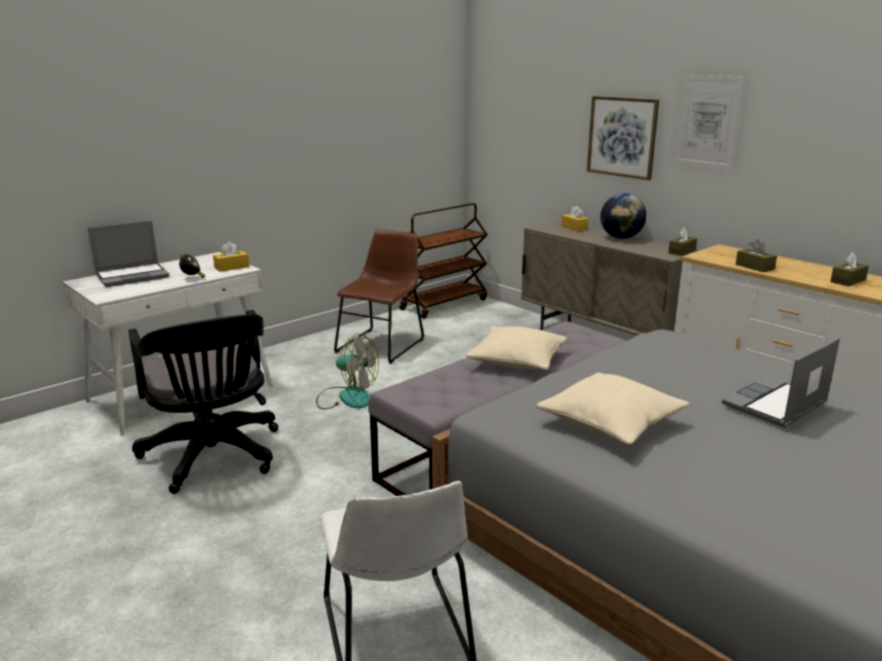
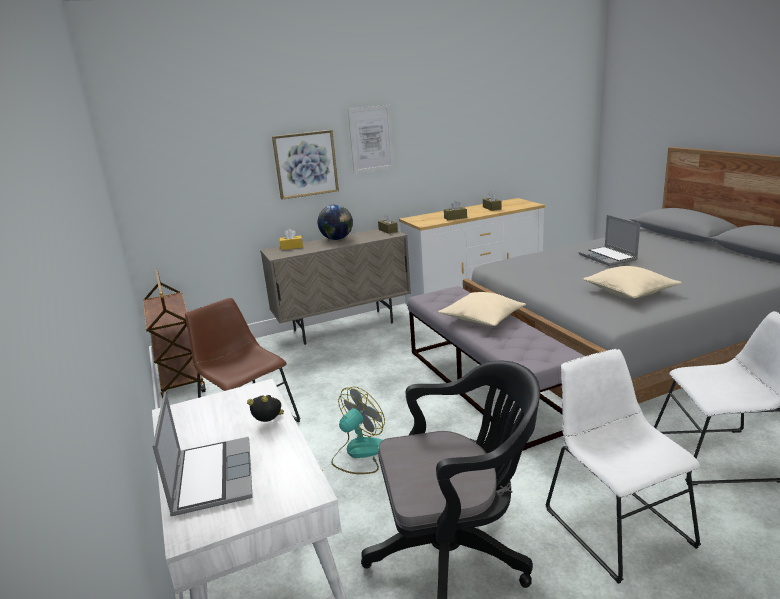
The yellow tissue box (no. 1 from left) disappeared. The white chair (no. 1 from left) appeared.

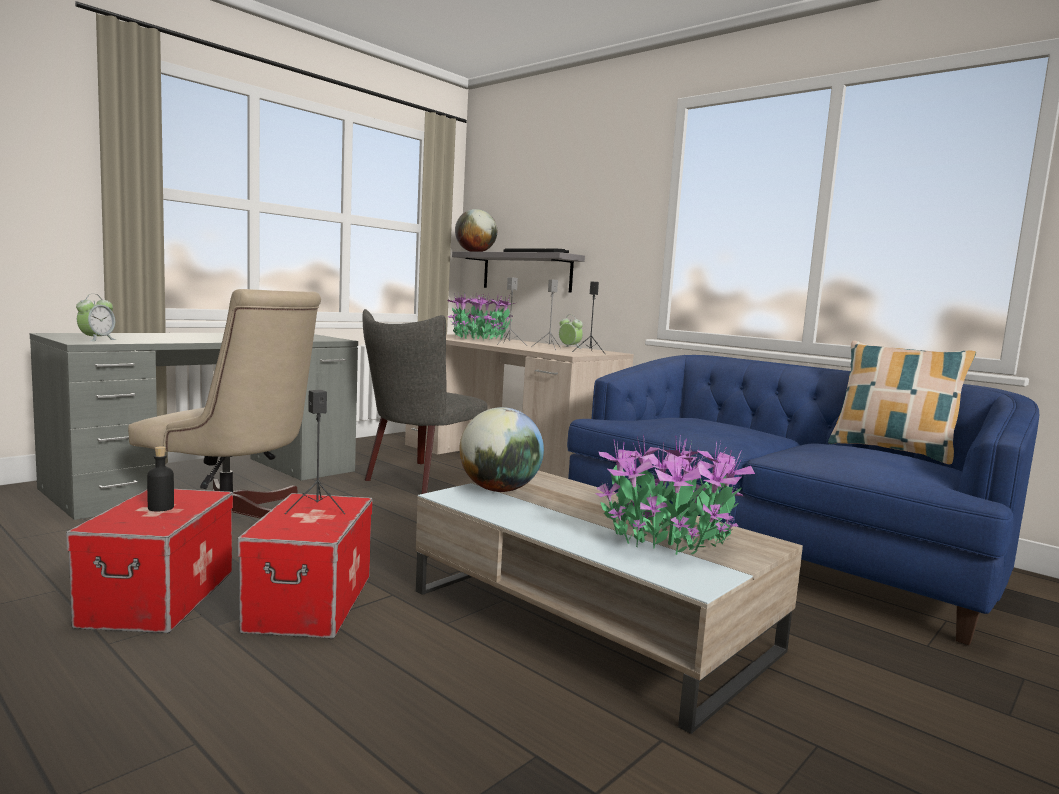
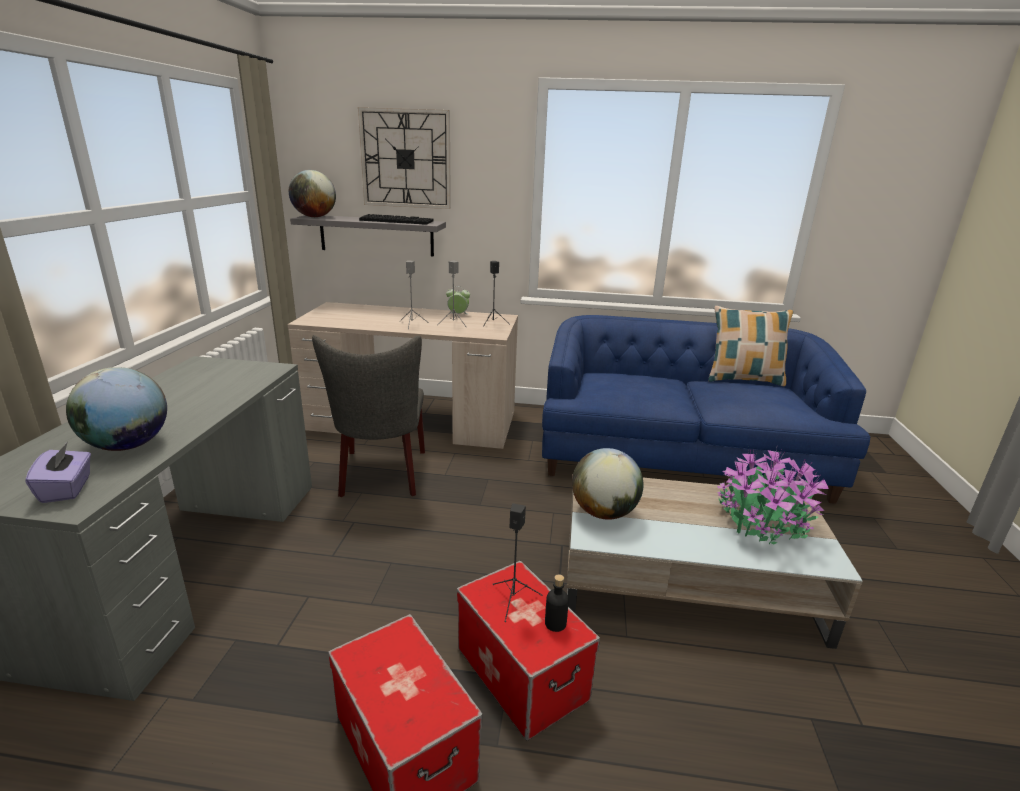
The beige office chair disappeared. The potted plant (no. 1 from left) disappeared. The globe (no. 1 from left) appeared. The wall clock appeared. The black bottle moved. The alarm clock (no. 1 from left) was replaced by the purple tissue box.

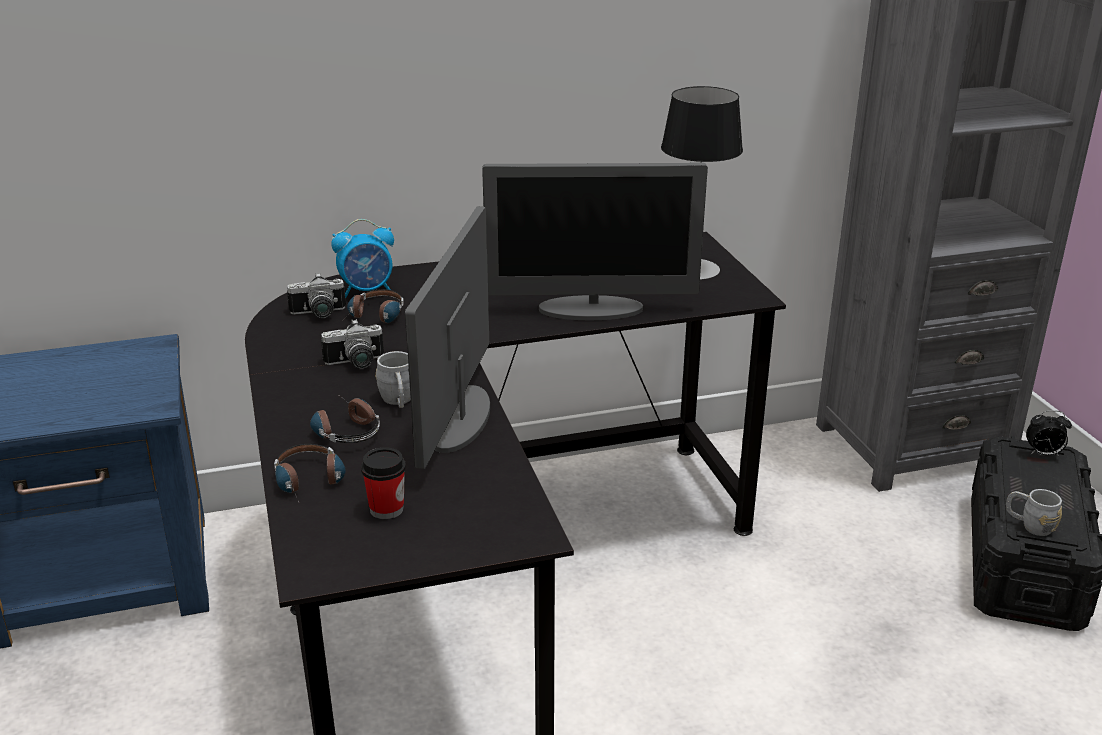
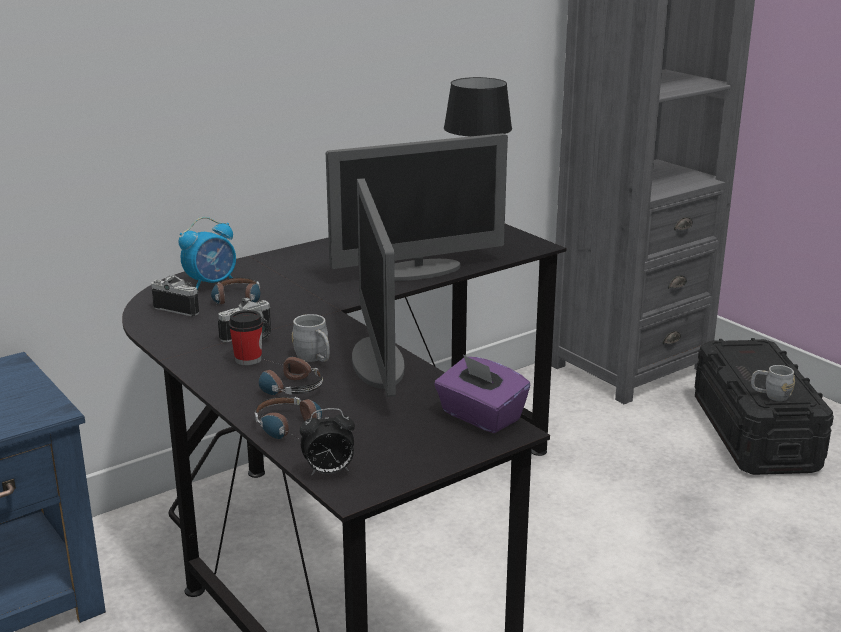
The purple tissue box appeared. The cup moved. The alarm clock (no. 2 from left) moved. The photo camera (no. 1 from left) turned 120 degrees counterclockwise.

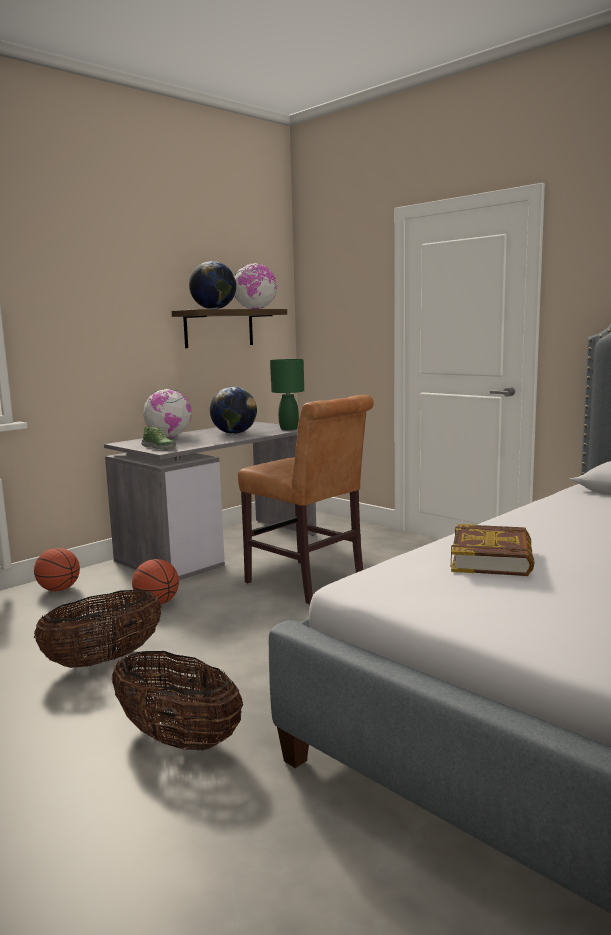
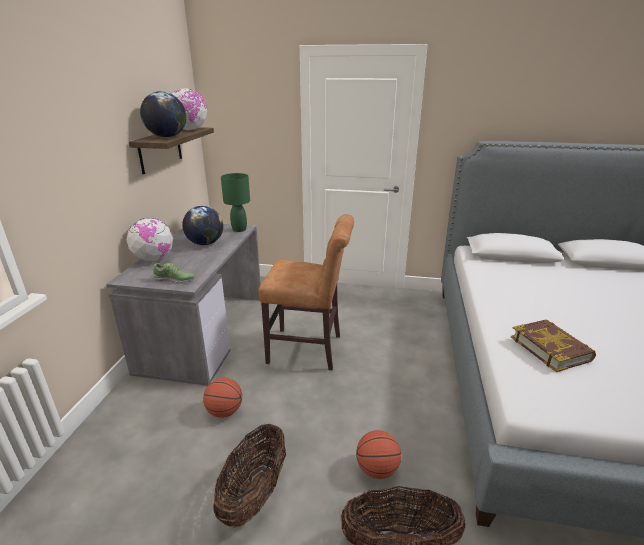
The basketball (no. 1 from left in the first image) moved.

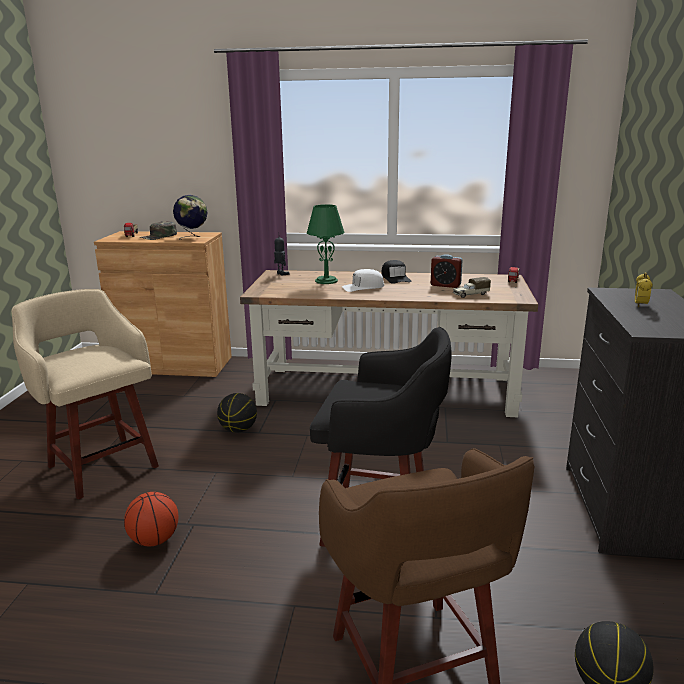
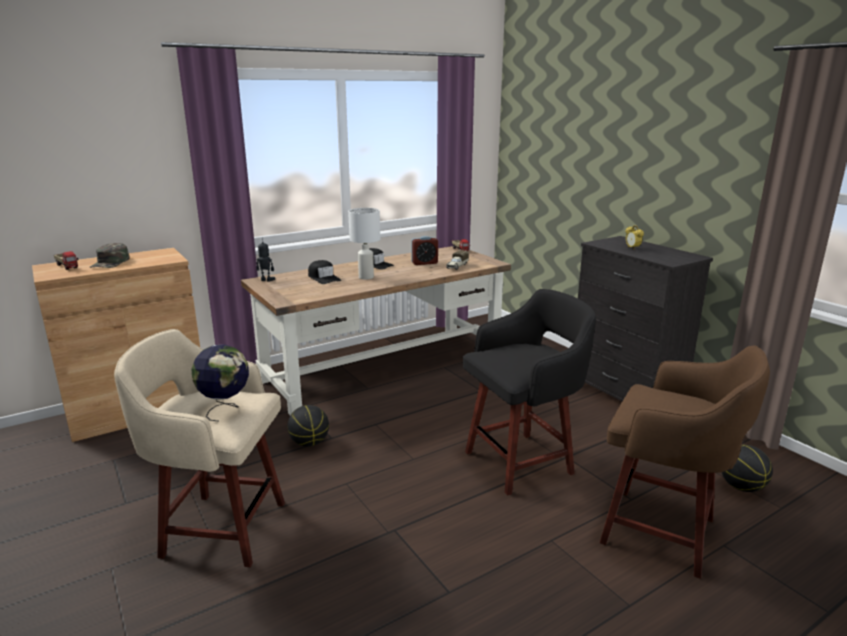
The basketball (no. 1 from left) disappeared. The globe moved. The green table lamp was replaced by the black cap (no. 1 from left). The white cap was replaced by the white table lamp.

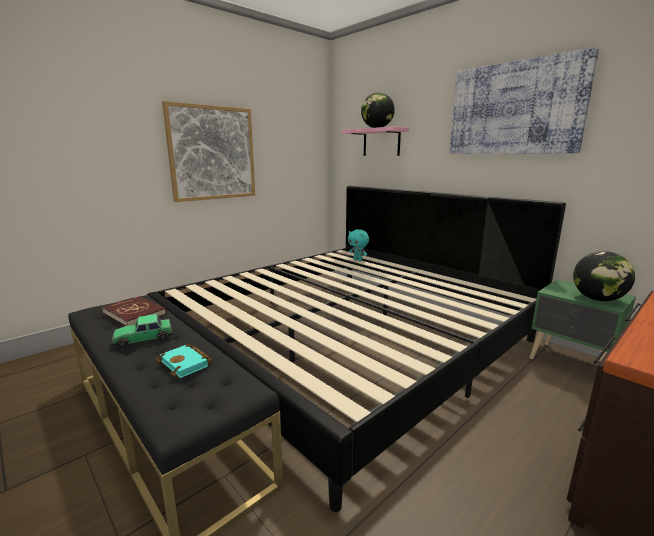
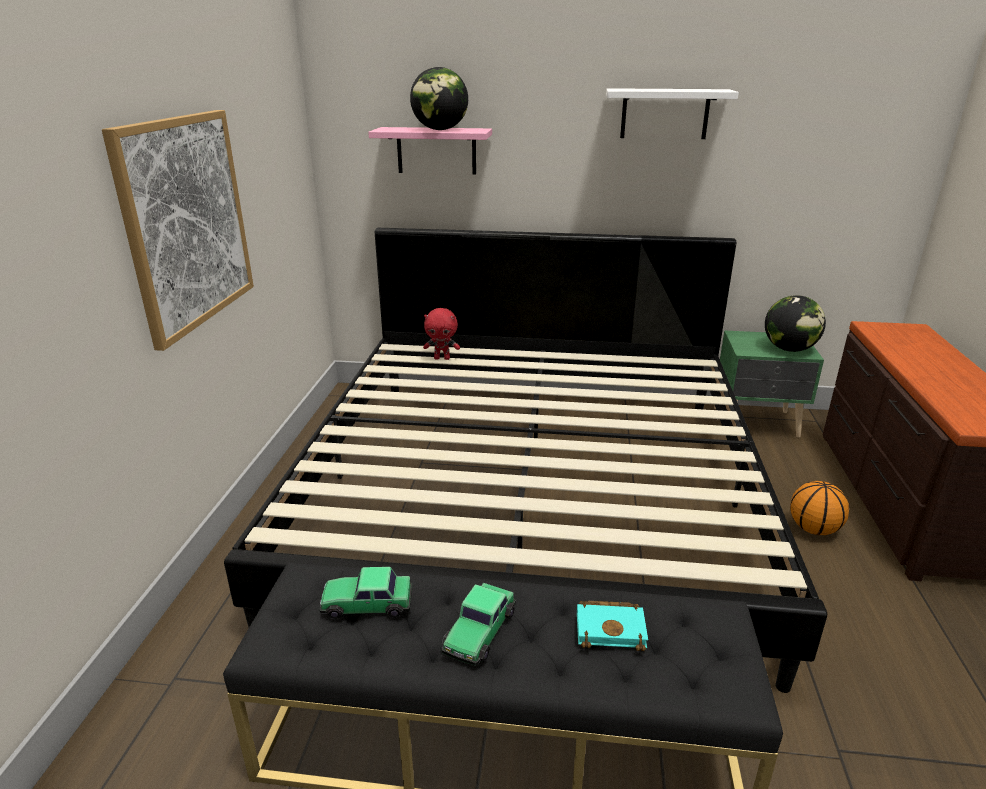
The basketball appeared. The red book was replaced by the toy car (no. 1 from left). The picture (no. 2 from left) was replaced by the white shelf. The turquoise plush toy became the red plush toy.

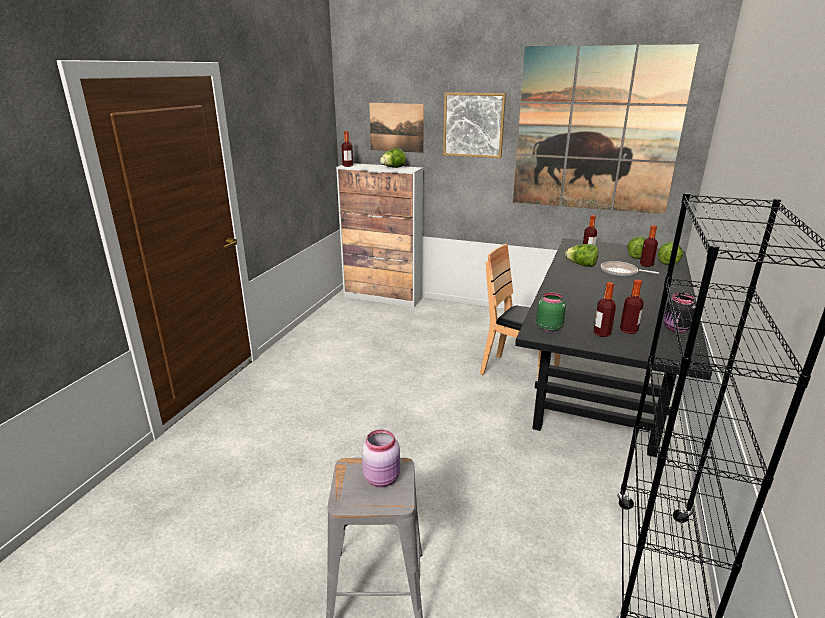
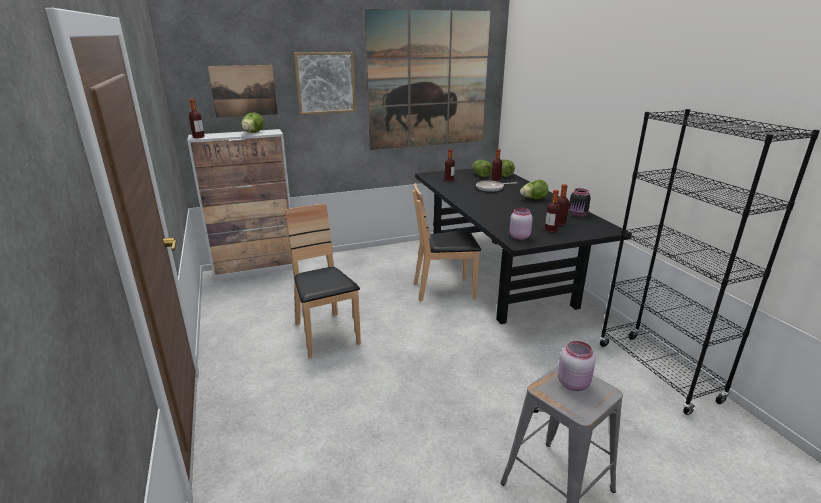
The brown chair (no. 1 from left) appeared. The lettuce (no. 2 from left in the first image) moved. The green jar became the pink jar (no. 1 from left).

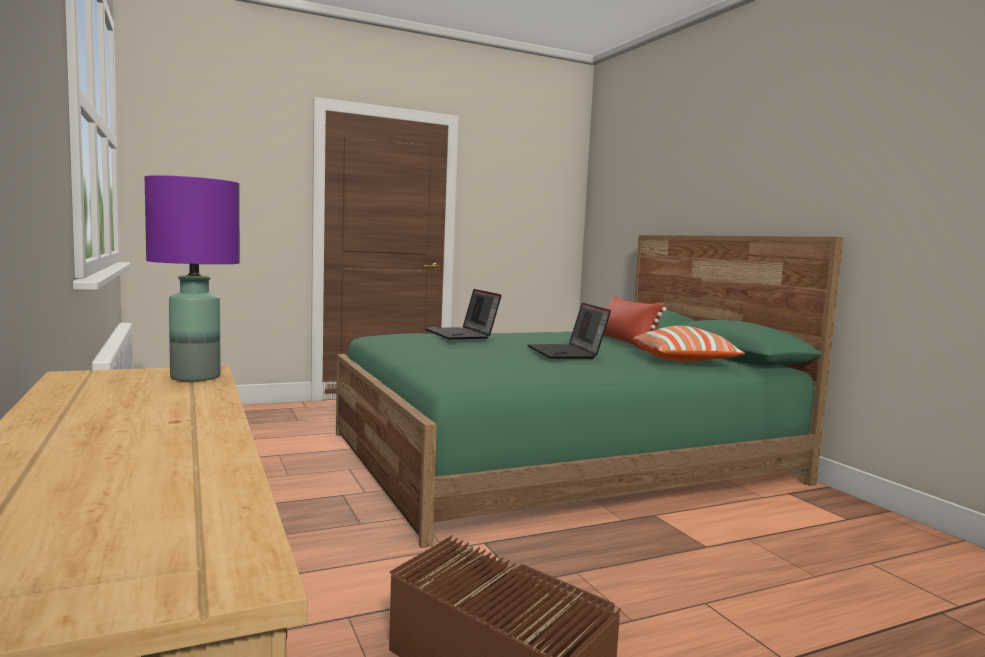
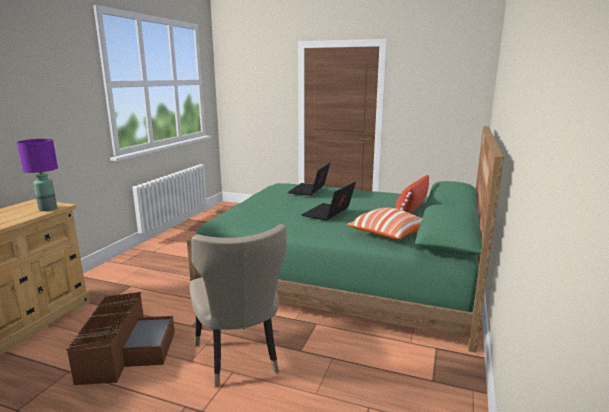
The beige chair appeared.

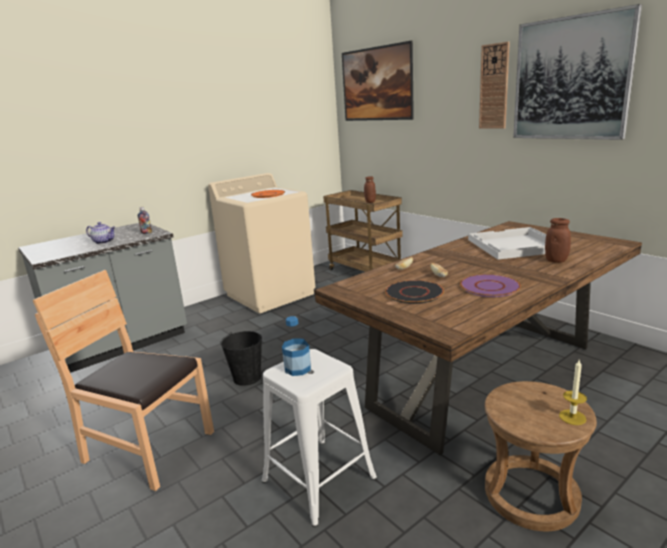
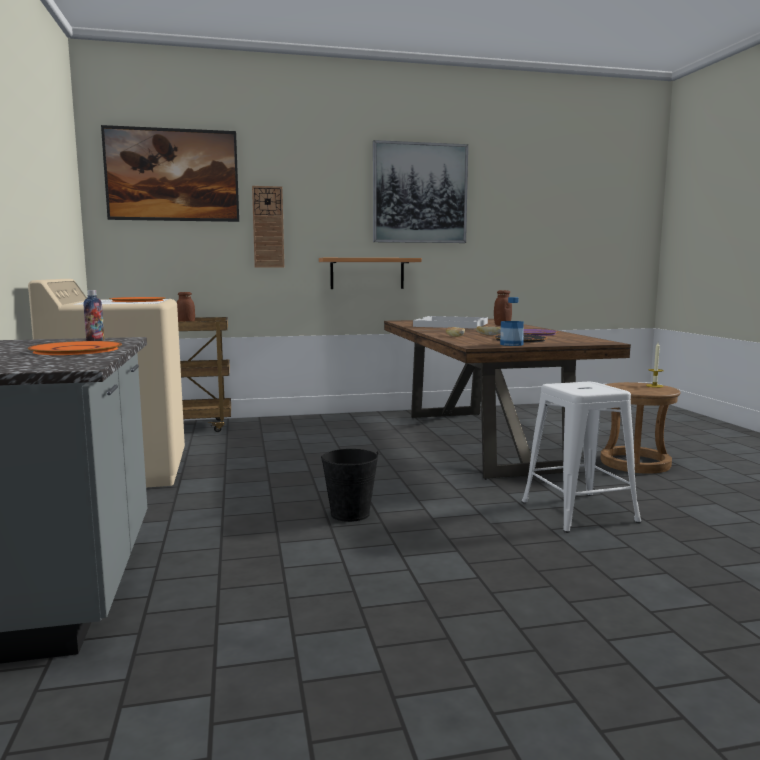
The brown chair disappeared. The shelf appeared. The bottle (no. 2 from left) moved. The wall clock moved. The teapot was replaced by the orange plate (no. 1 from left).

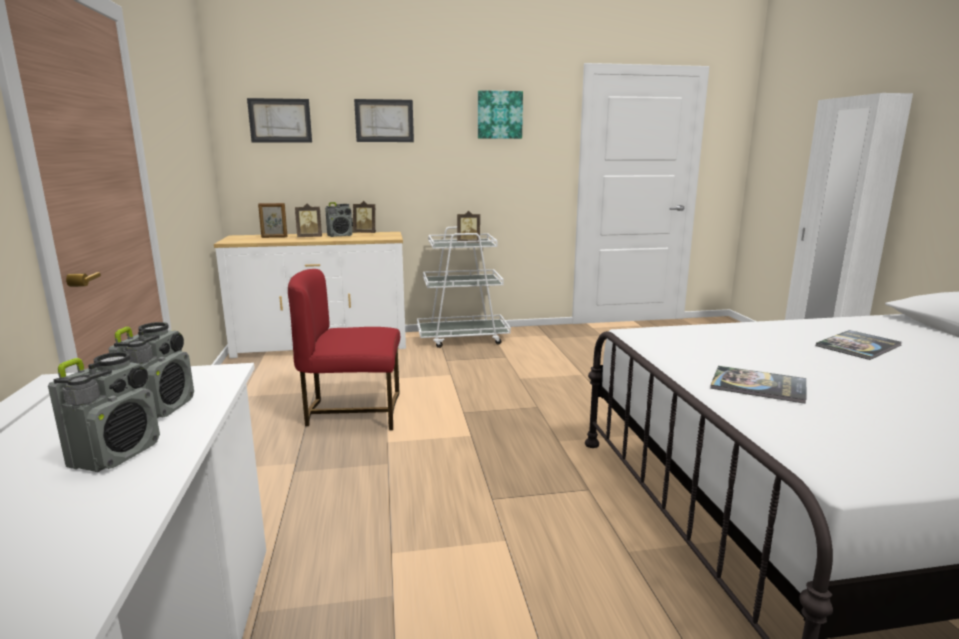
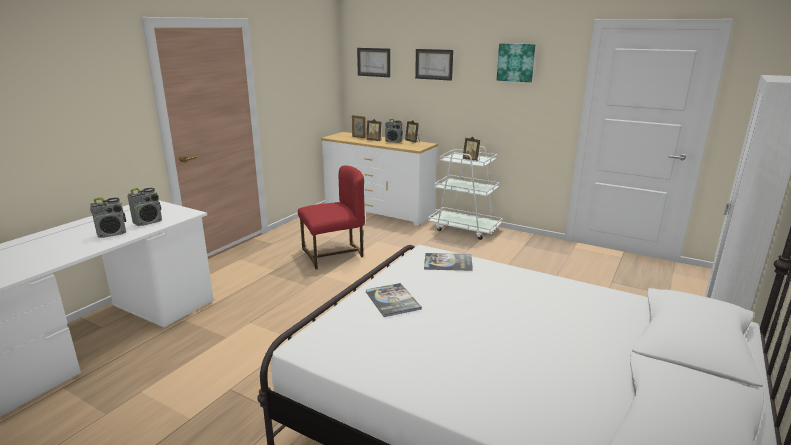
The book (no. 2 from left) moved. The red chair turned 120 degrees clockwise.

